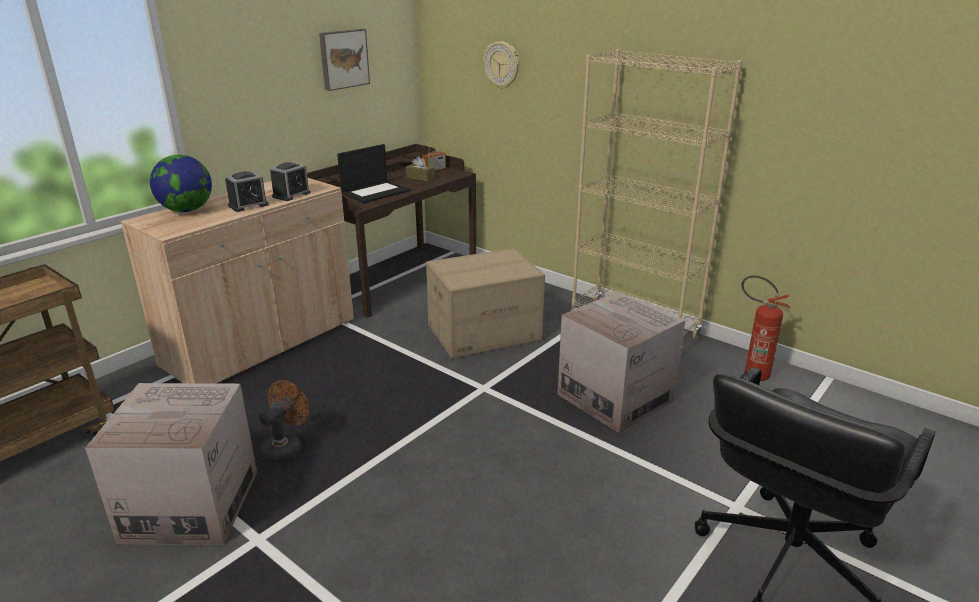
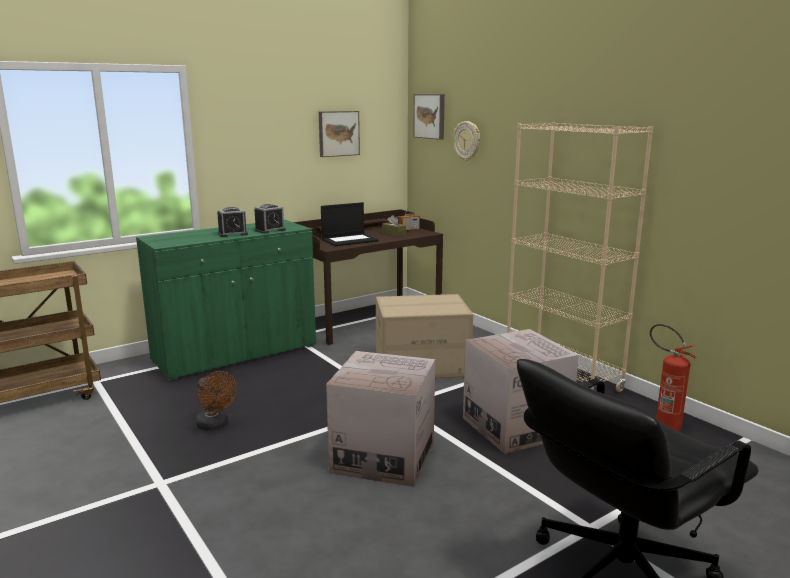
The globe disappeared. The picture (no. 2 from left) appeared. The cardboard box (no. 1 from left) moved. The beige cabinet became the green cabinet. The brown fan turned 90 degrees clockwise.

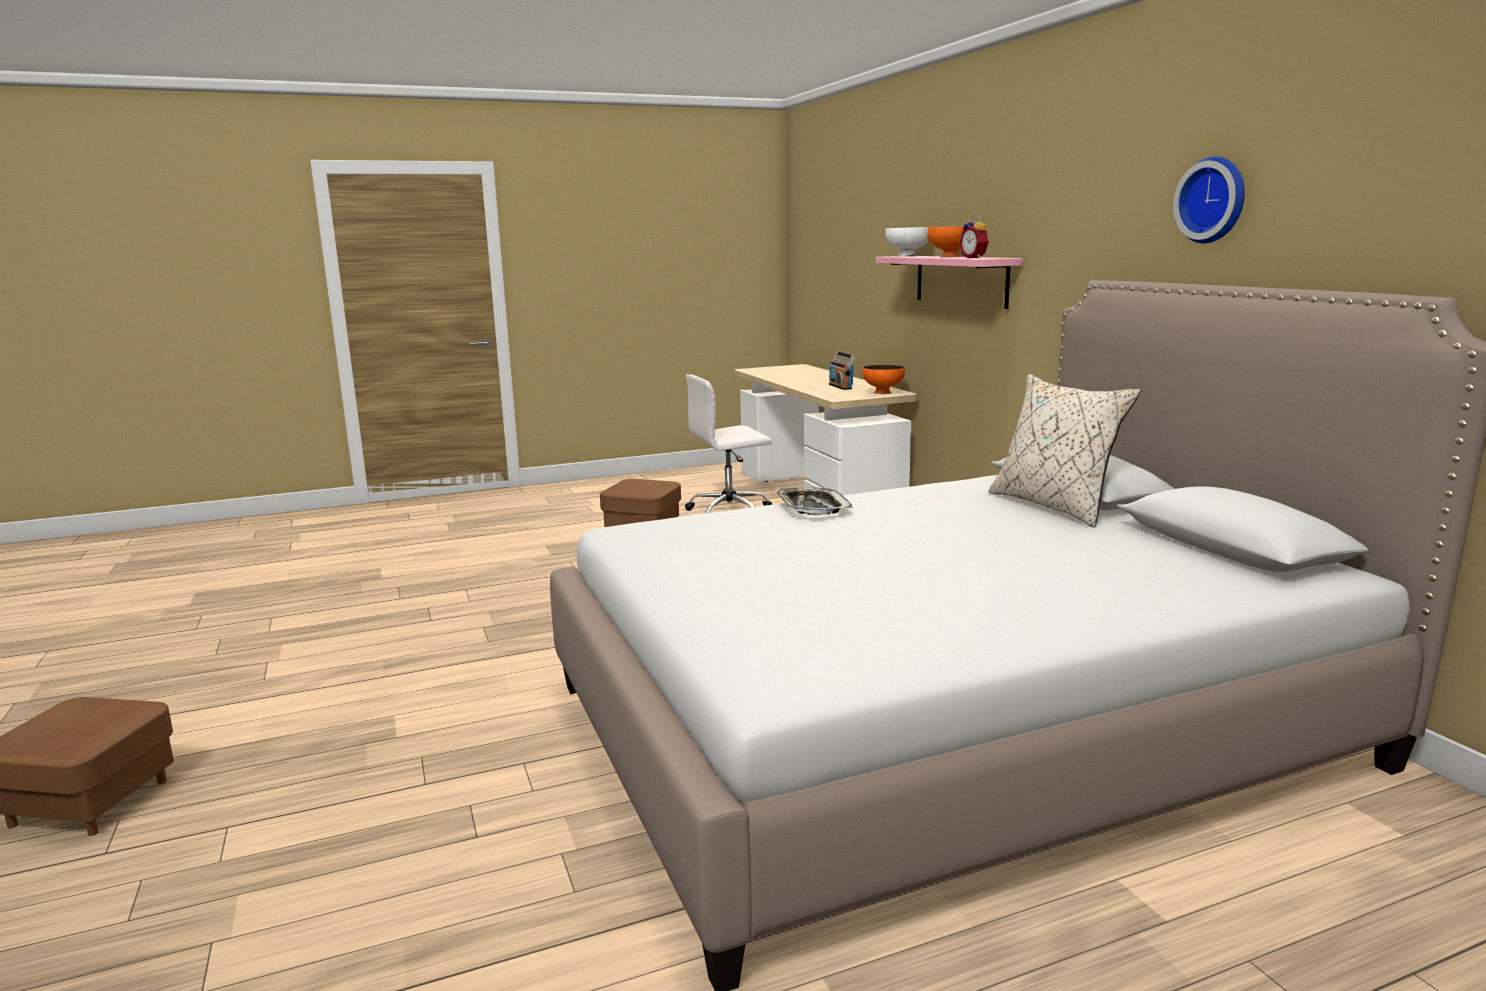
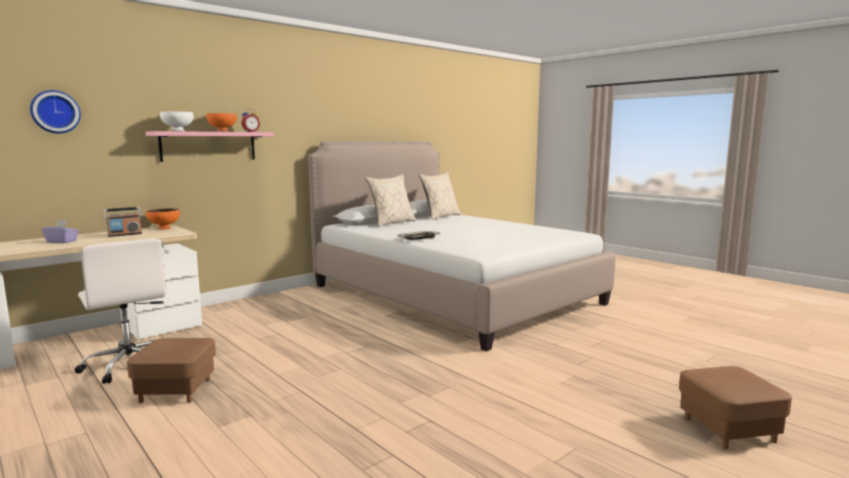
The purple tissue box appeared. The beige pillow (no. 2 from left) appeared. The wall clock moved.

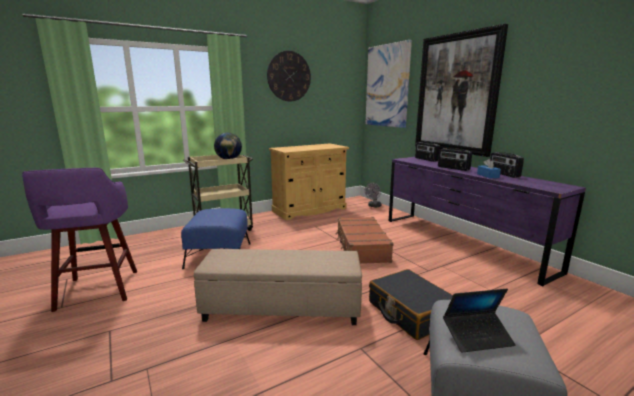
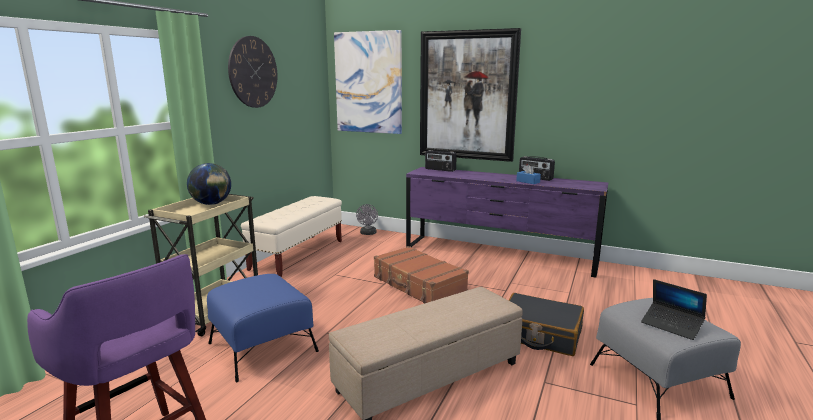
The radio (no. 2 from left) disappeared. The beige cabinet was replaced by the beige bench. The laptop turned 90 degrees clockwise.

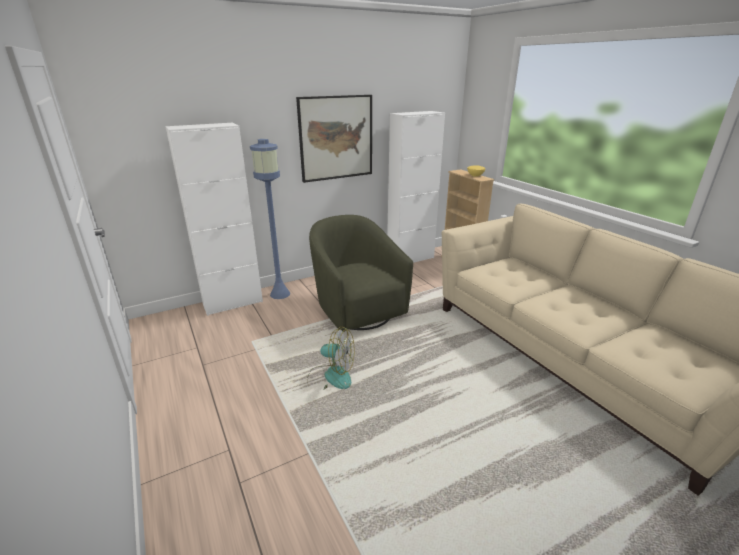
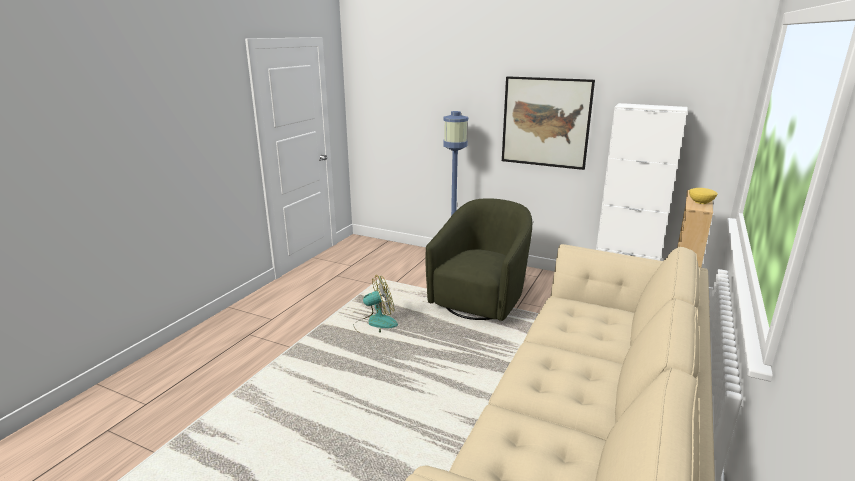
The white cabinet (no. 1 from left) disappeared. The fan turned 90 degrees counterclockwise.

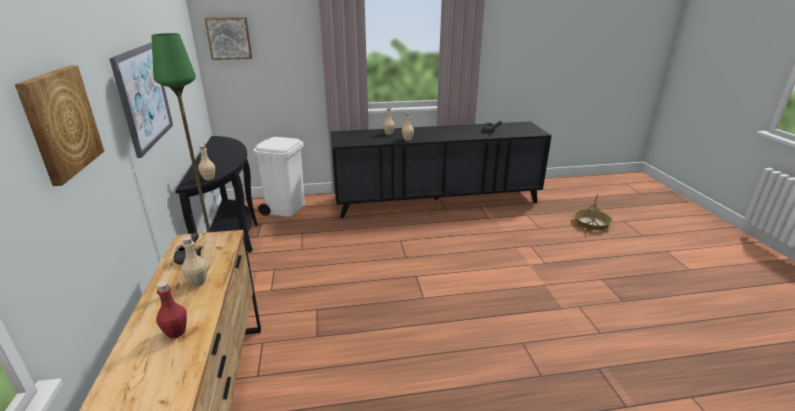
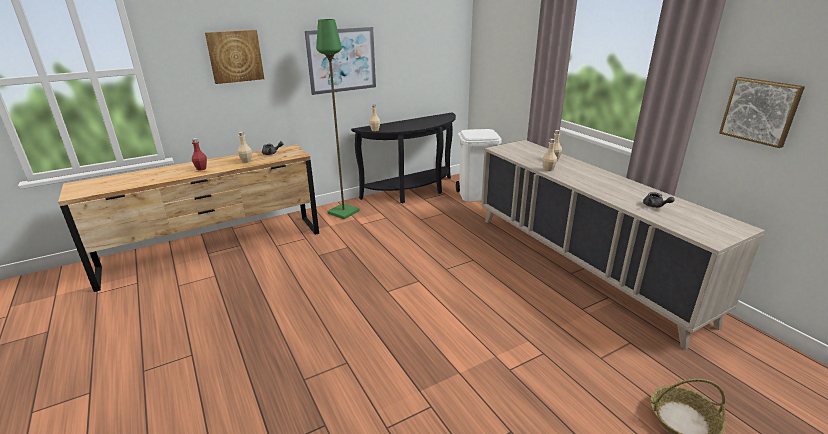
The picture (no. 3 from left) moved. The black cabinet became the beige cabinet.

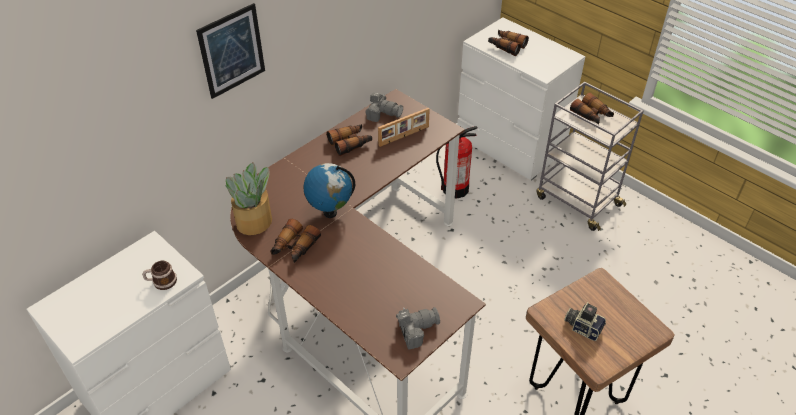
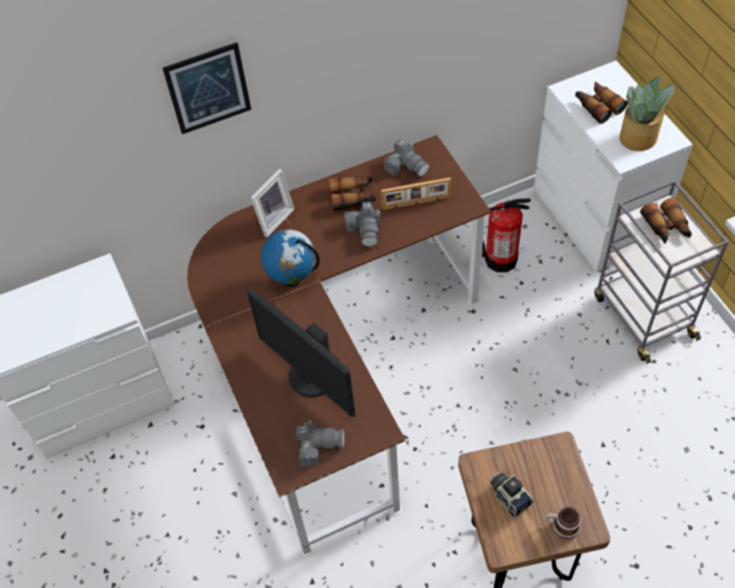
The binoculars (no. 1 from left) disappeared. The monitor appeared. The picture frame (no. 1 from left) appeared. The photo camera (no. 2 from left) appeared. The mug moved. The potted plant moved.

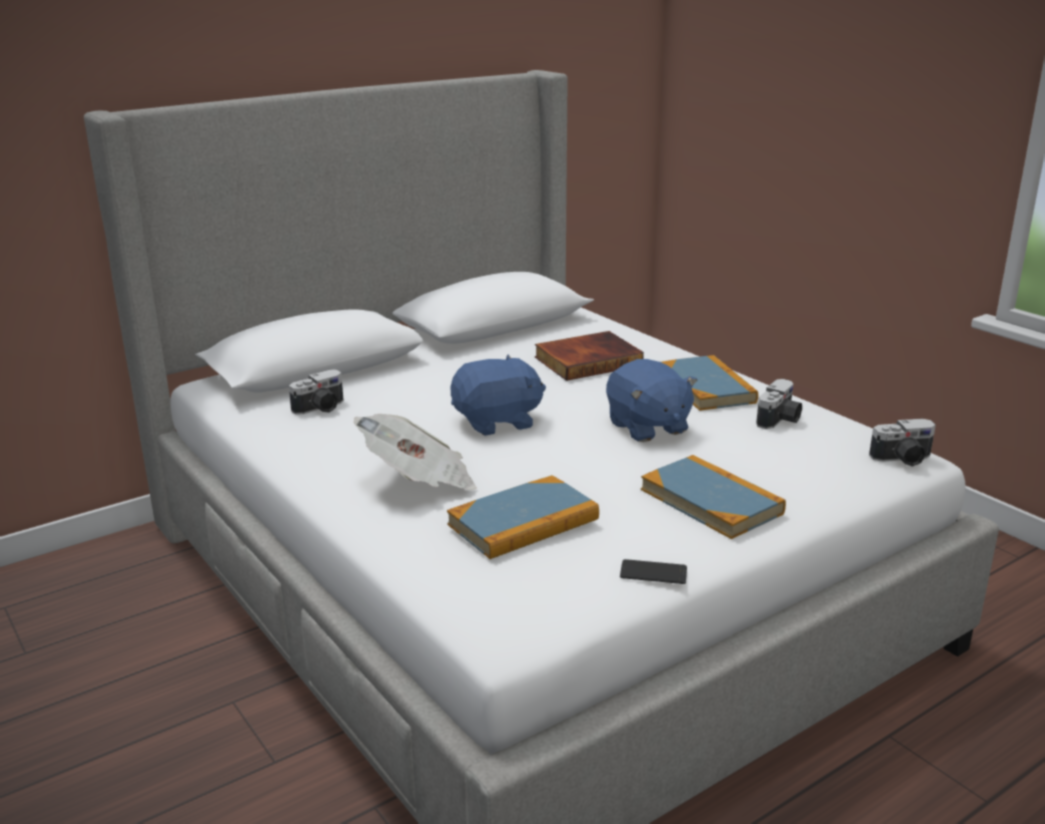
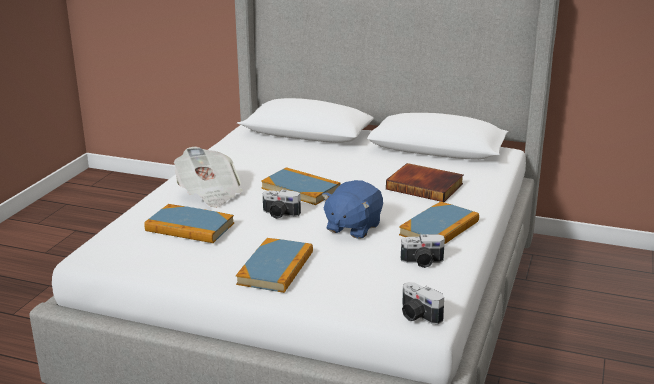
The phone disappeared. The photo camera (no. 1 from left) moved. The blue plush toy (no. 1 from left) was replaced by the book (no. 3 from left).

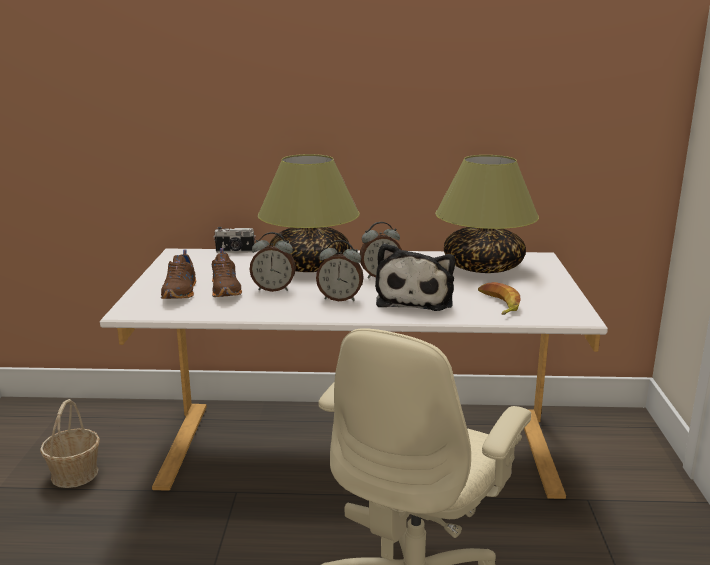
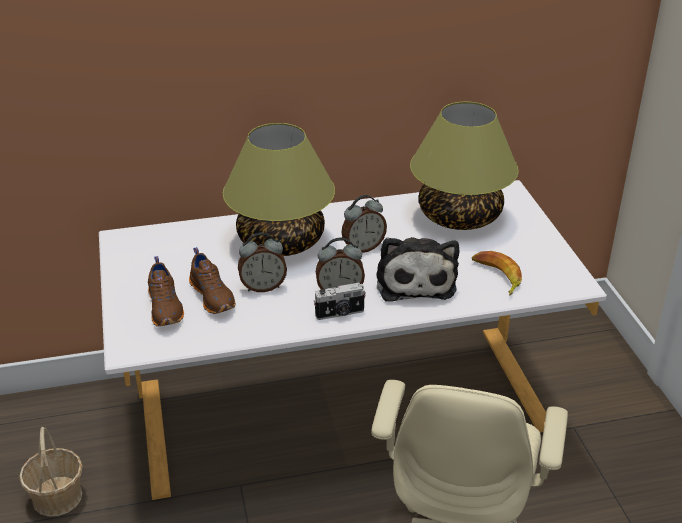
The photo camera moved.

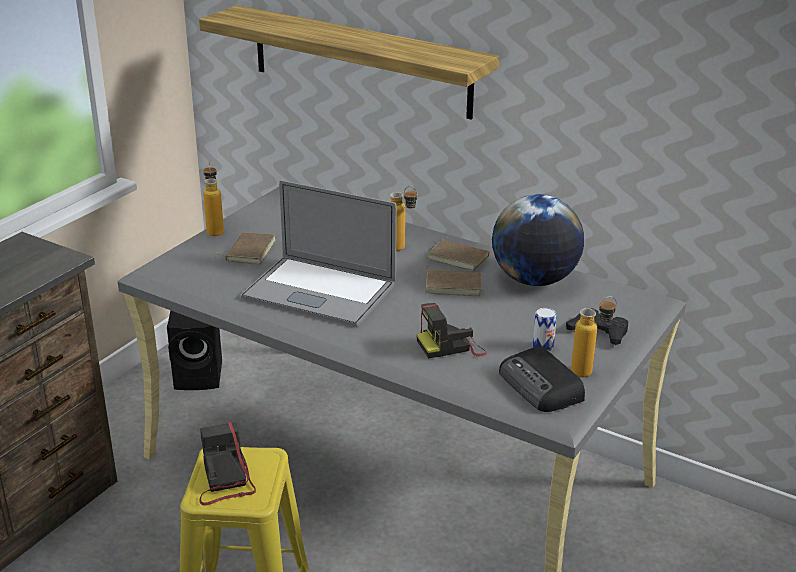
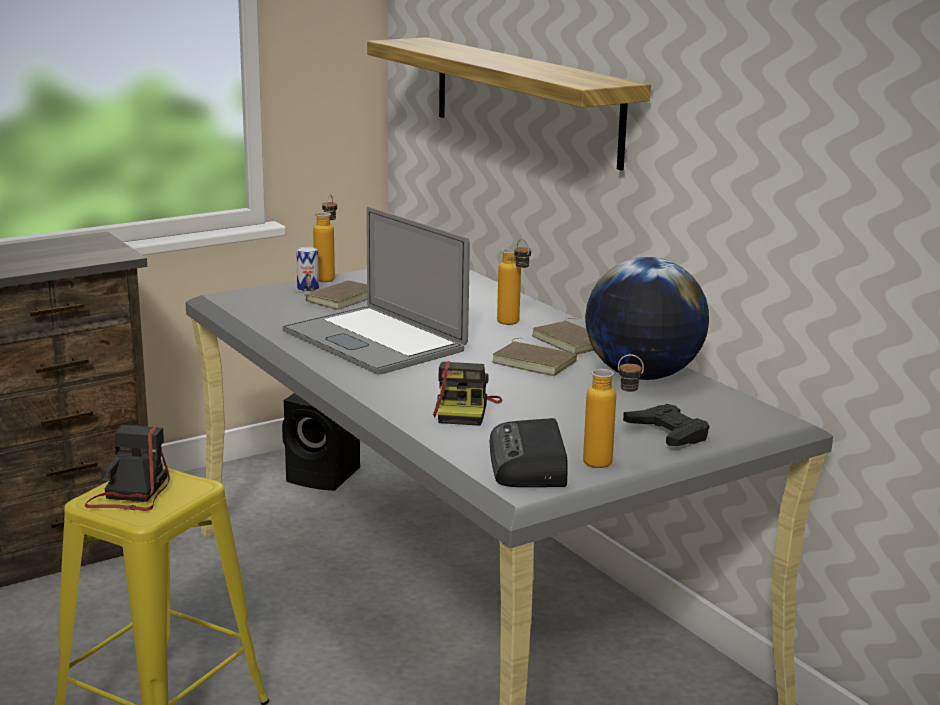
The can moved. The photo camera (no. 2 from left) turned 90 degrees counterclockwise.

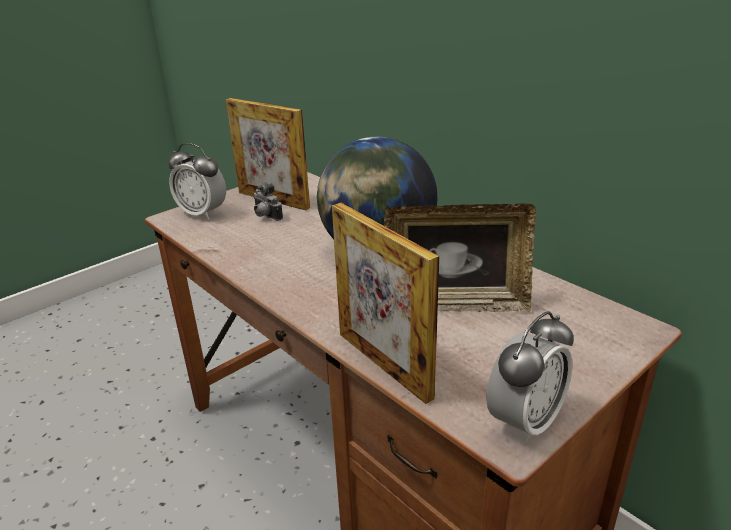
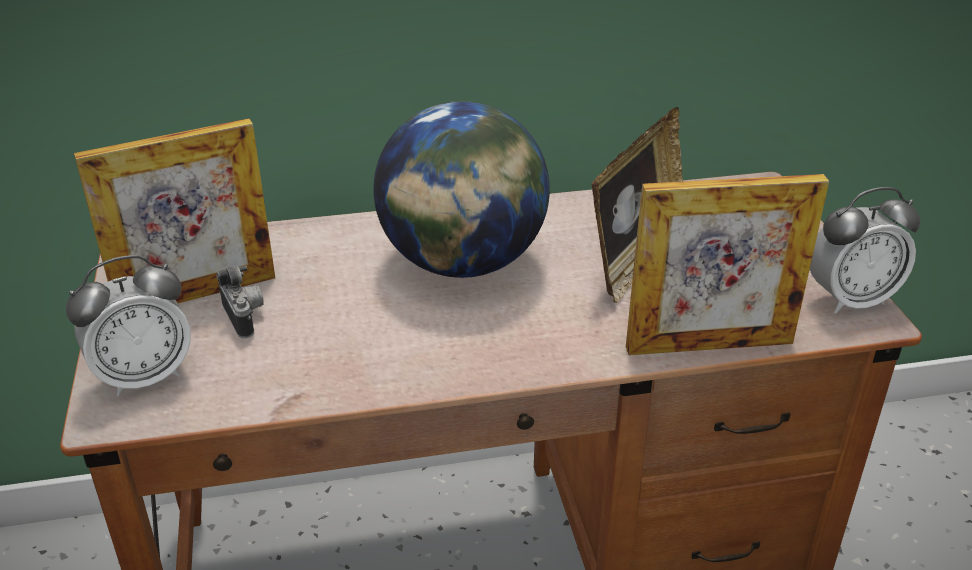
The photo camera turned 105 degrees counterclockwise. The alarm clock (no. 2 from left) turned 90 degrees clockwise.

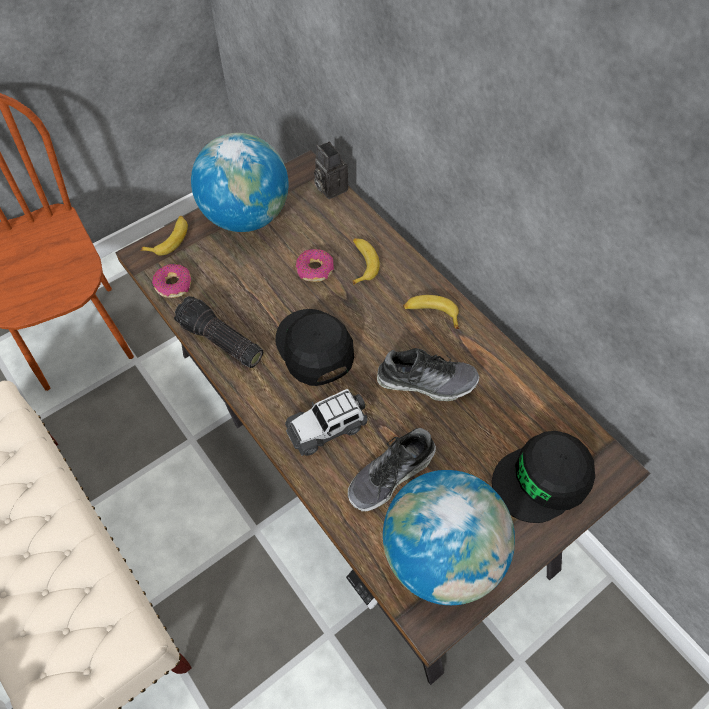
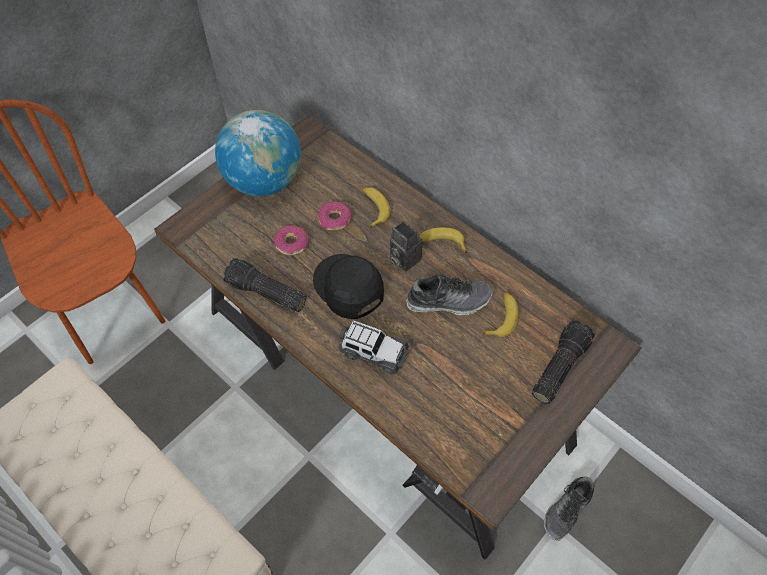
The globe (no. 2 from left) disappeared. The banana (no. 1 from left in the first image) moved. The donut (no. 1 from left) moved. The photo camera moved. The shoe (no. 1 from left in the first image) moved. The black cap (no. 2 from left) was replaced by the flashlight (no. 2 from left). The toy car turned 120 degrees counterclockwise.

